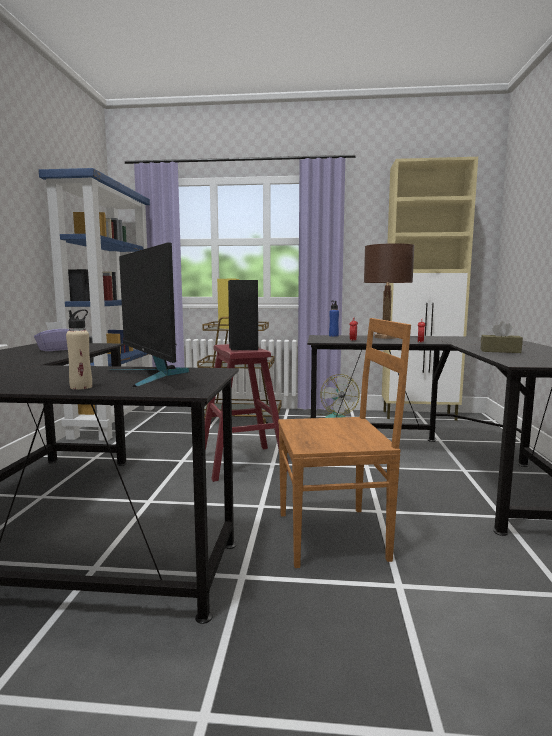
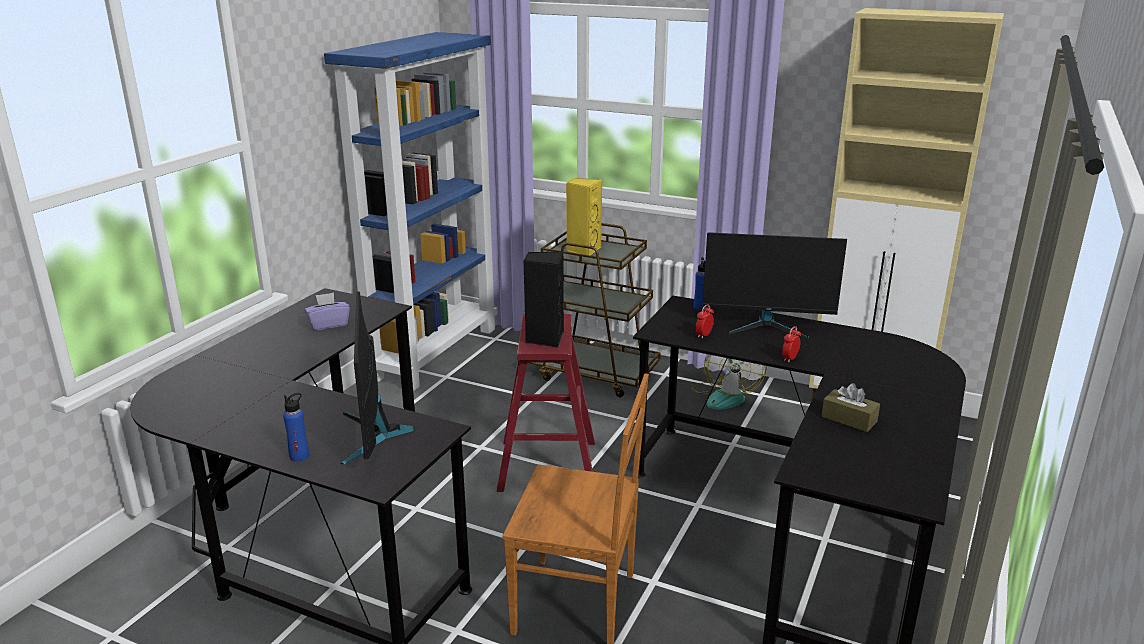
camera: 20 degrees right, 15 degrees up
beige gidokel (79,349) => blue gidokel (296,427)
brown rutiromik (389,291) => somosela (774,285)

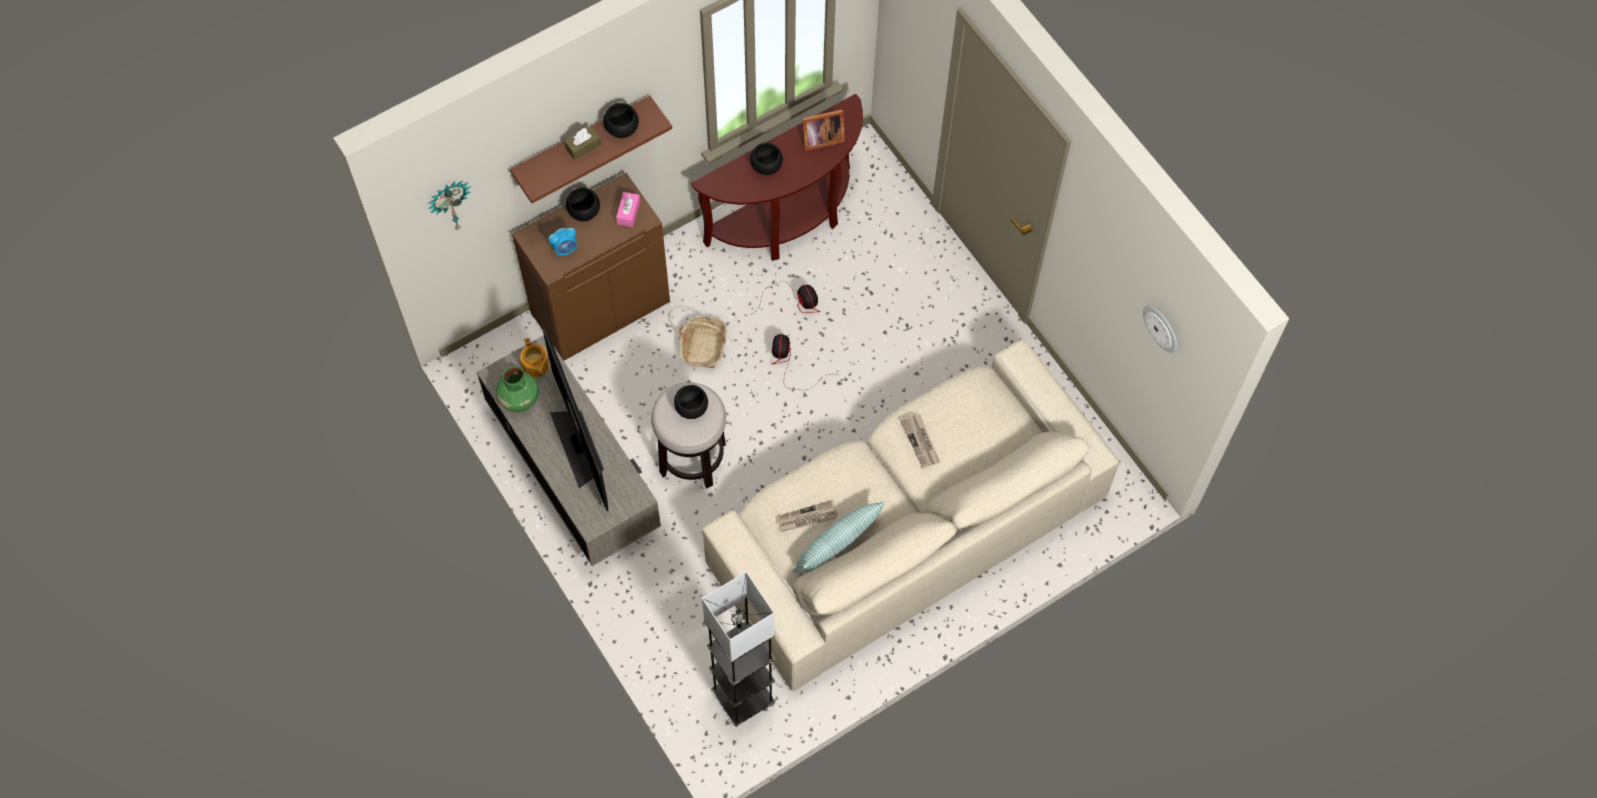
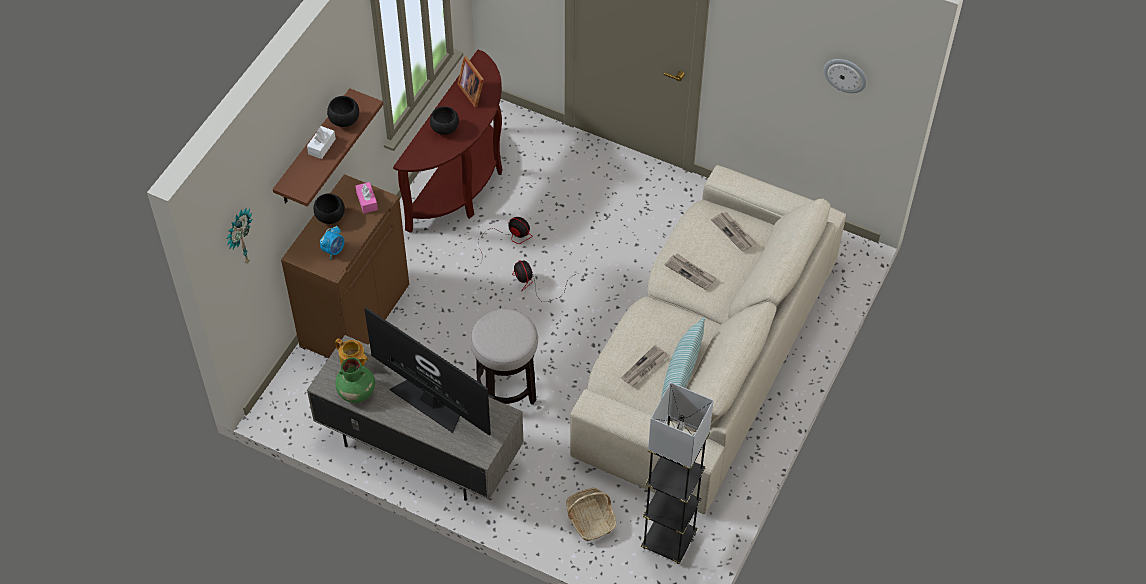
camera: 30 degrees left, 10 degrees down
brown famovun (582,143) => white famovun (321,142)
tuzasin (823,130) => tuzasin (470,81), 105 degrees clockwise
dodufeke (703,342) => dodufeke (591,514), relocated
nothing => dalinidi (733,232)
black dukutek (691,402) => nothing

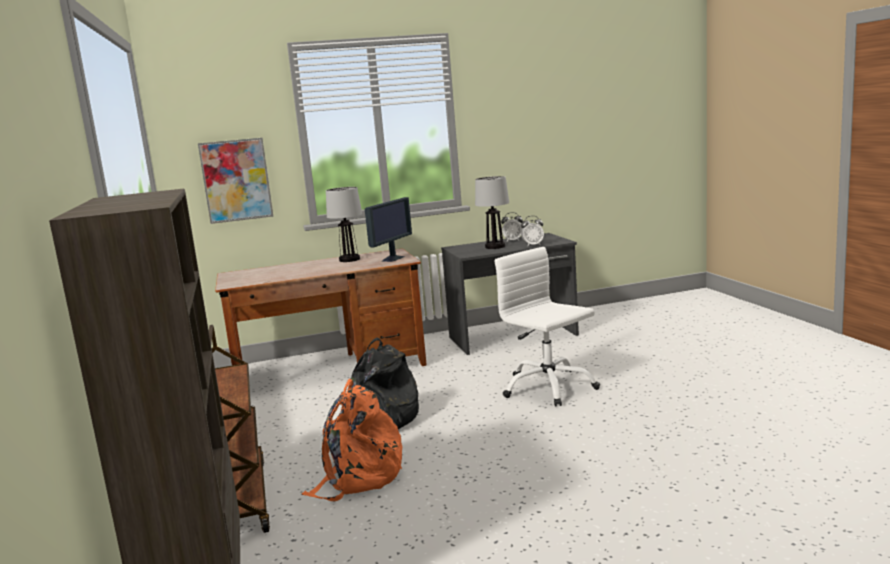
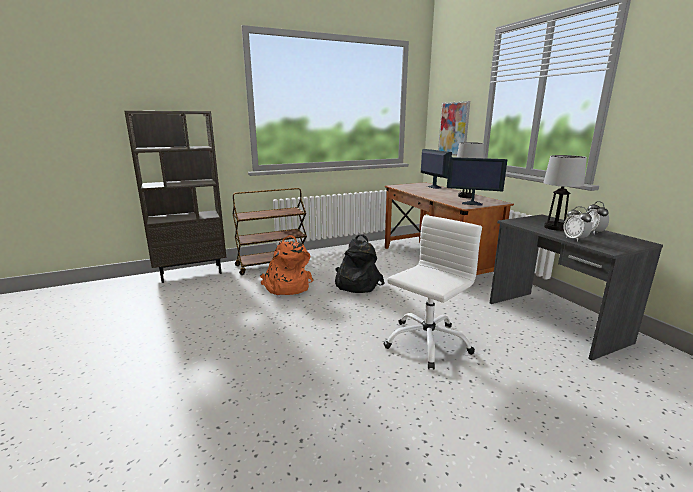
camera: 80 degrees right, 5 degrees up
nothing => somosela (436,169)

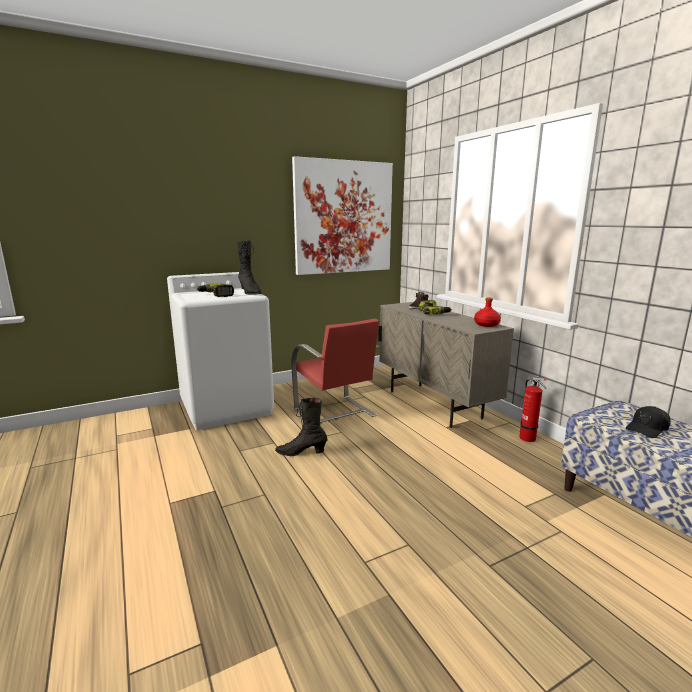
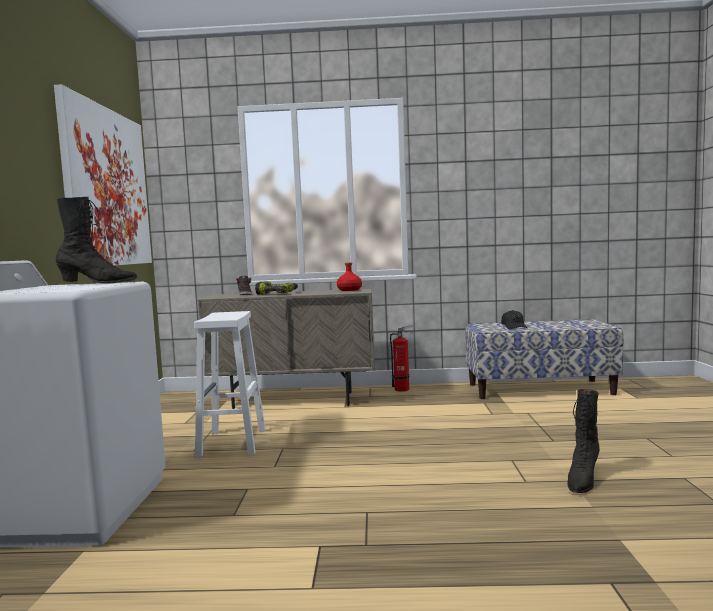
camera: 60 degrees left, 10 degrees down
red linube (335,374) => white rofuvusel (229,384)
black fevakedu (301,427) => black fevakedu (583,441), relocated
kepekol (215,290) => nothing

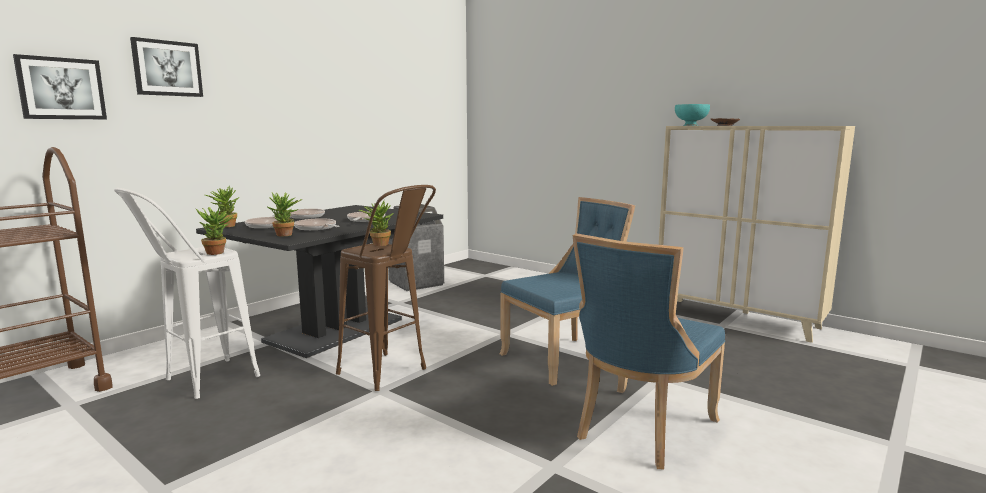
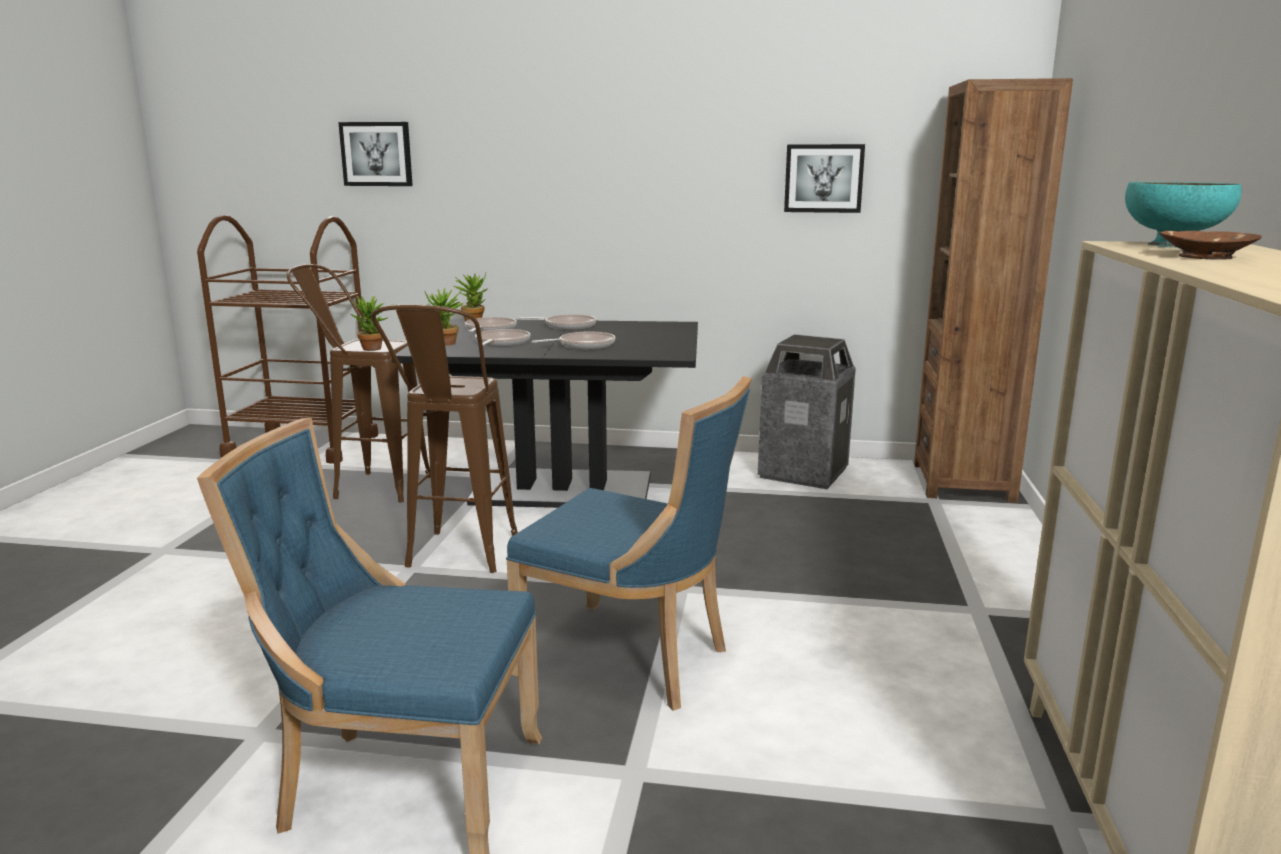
camera: 60 degrees right, 5 degrees up
white rofuvusel (187,293) => brown rofuvusel (359,383)
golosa (166,67) => golosa (824,178), relocated
nothing => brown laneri (993,290)
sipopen (376,223) => nothing

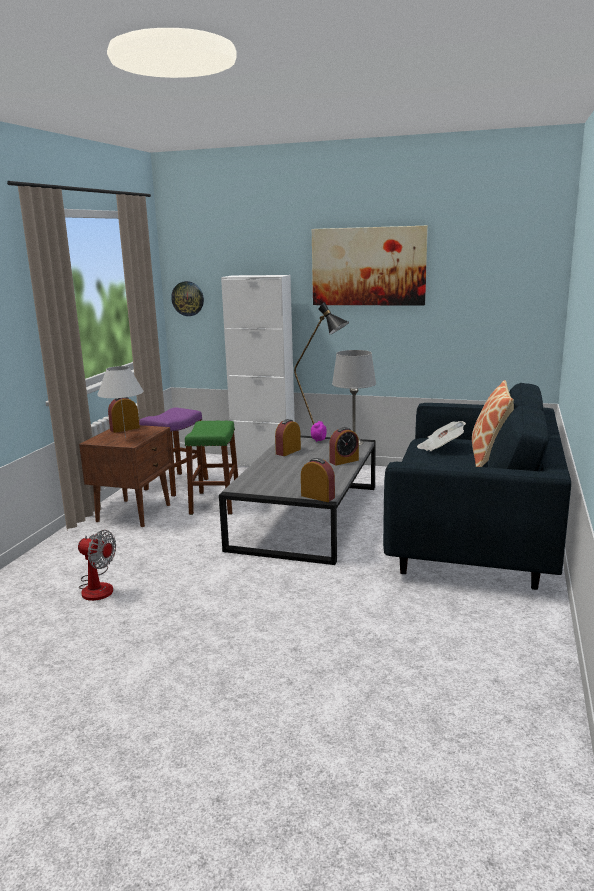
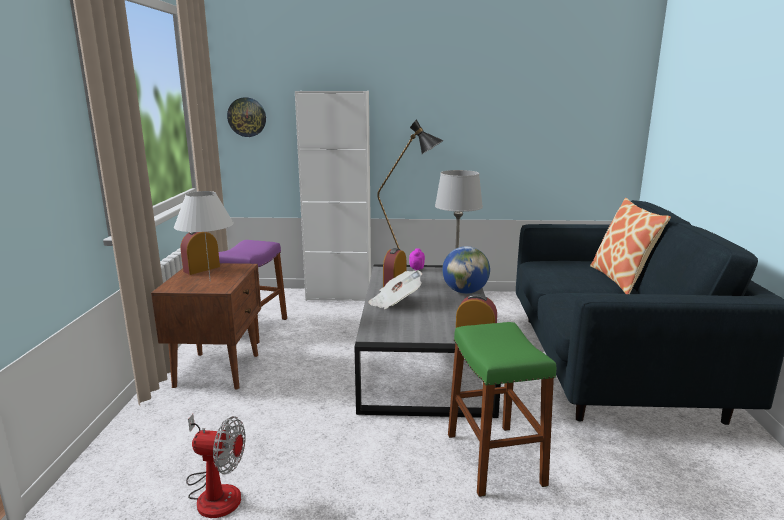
camera: 15 degrees left, 0 degrees up
dalinidi (441,436) => dalinidi (395,289), relocated
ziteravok (344,446) => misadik (466,270)
green rofuvusel (211,468) => green rofuvusel (502,409), relocated
golosa (370,266) => nothing

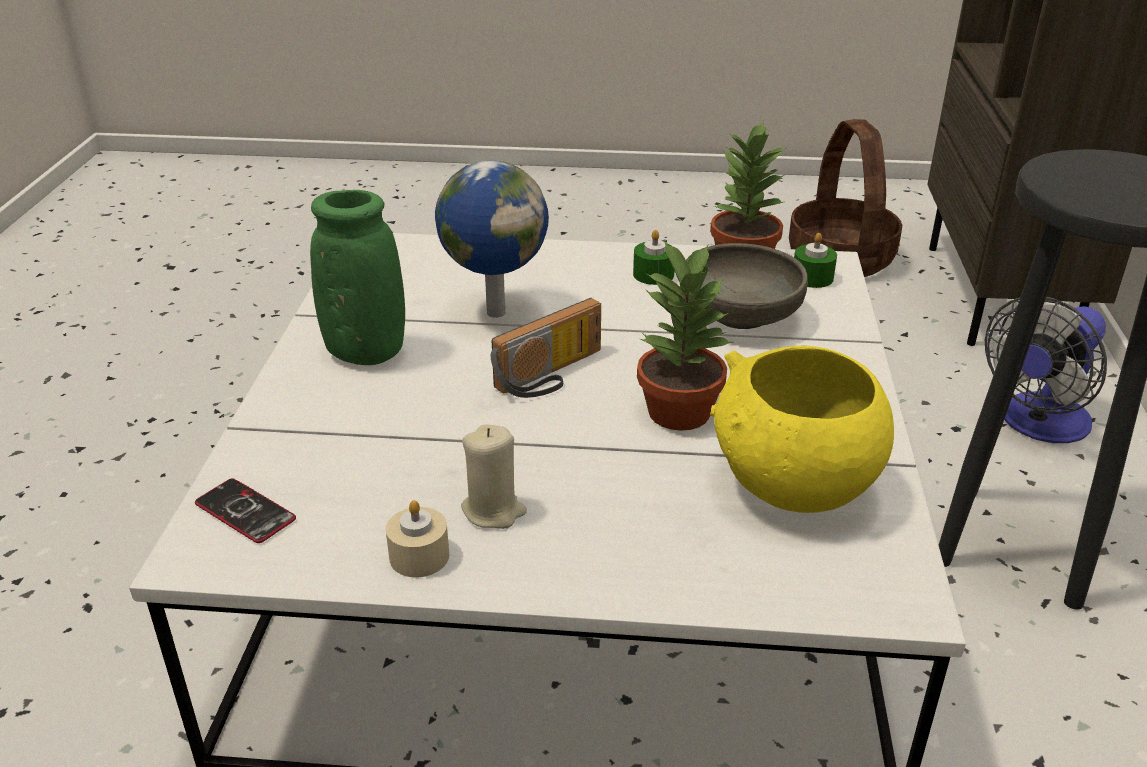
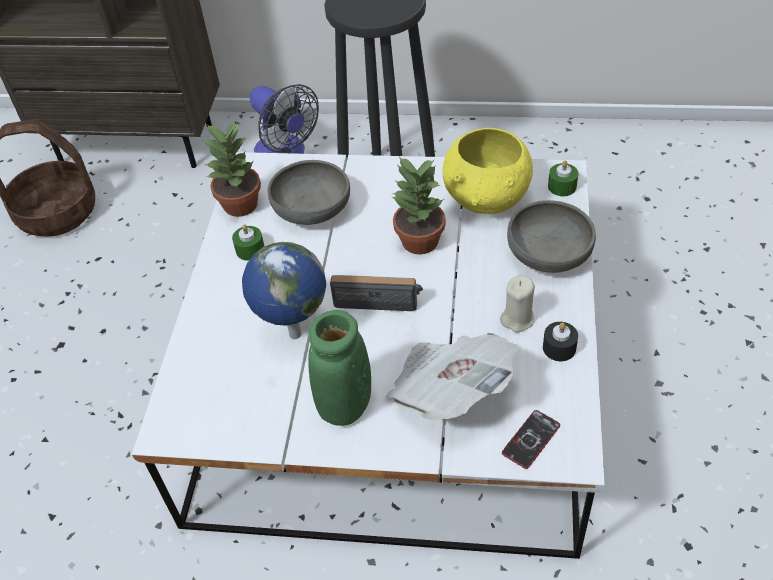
camera: 85 degrees left, 15 degrees up
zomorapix (546,348) => zomorapix (376,293), 45 degrees counterclockwise
nothing => dalinidi (452,376)
nothing => grey dukutek (551,236)
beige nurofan (417,538) => black nurofan (560,341)
green nurofan (815,260) => green nurofan (563,178), relocated

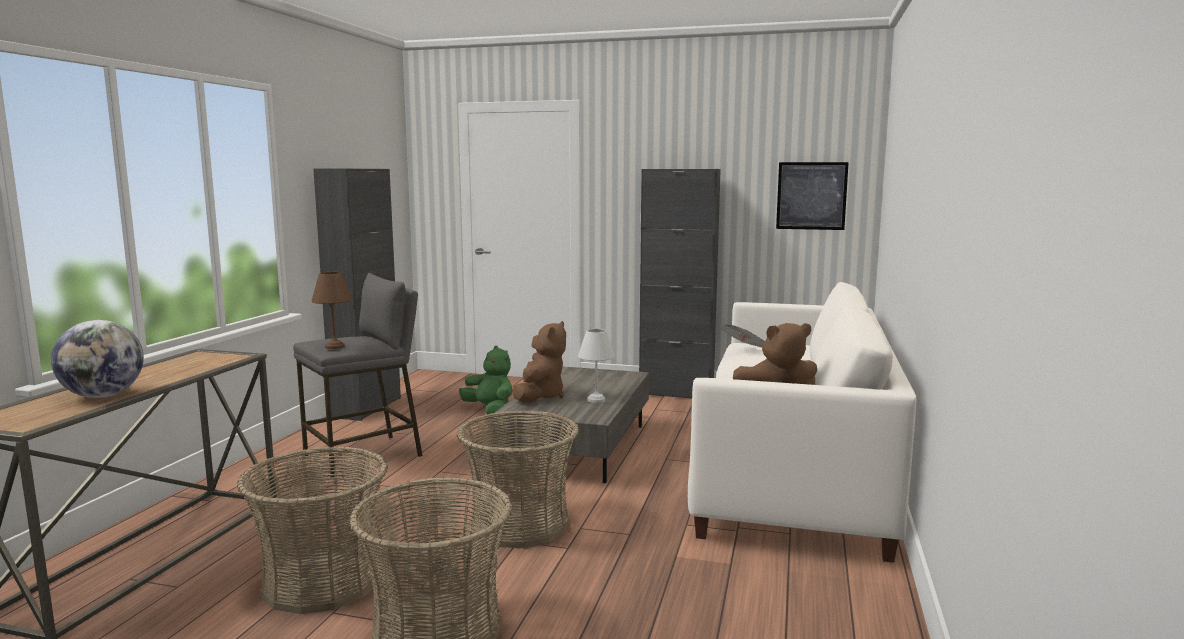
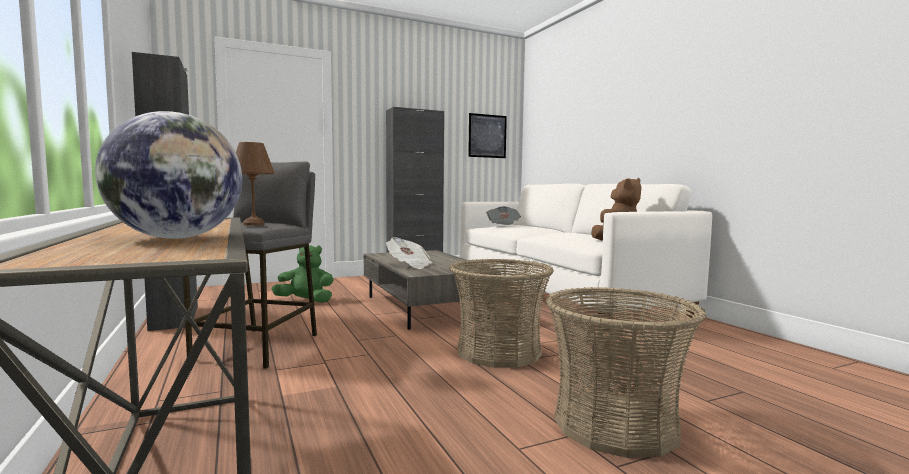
camera: 40 degrees left, 5 degrees down
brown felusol (539,362) => dalinidi (409,253)
dodufeke (312,530) => nothing
white rutiromik (596,366) => nothing

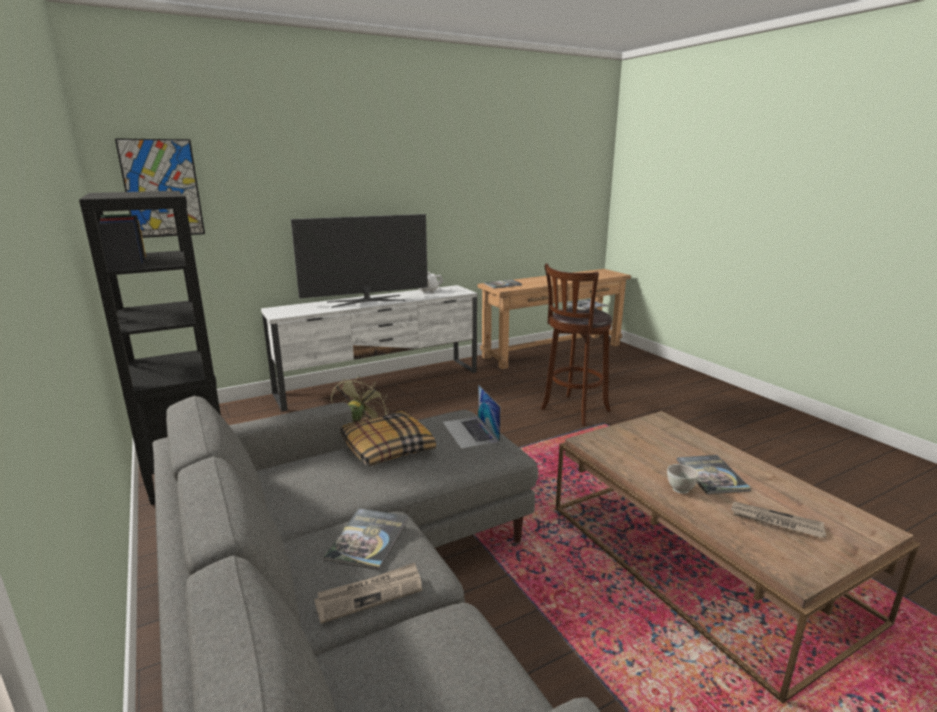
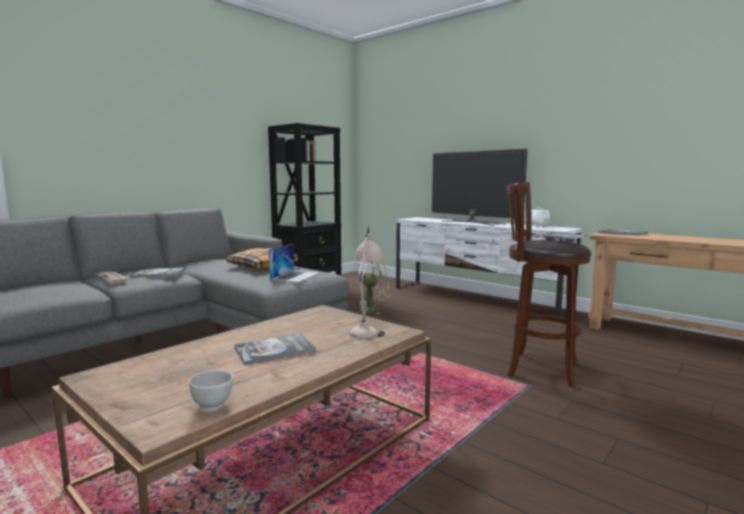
camera: 70 degrees right, 10 degrees down
white dukutek (683,479) => white dukutek (211,390), relocated
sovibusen (472,416) => sovibusen (294,263), 150 degrees clockwise
nothing => beige rutiromik (367,283)
golosa (160,188) => nothing
dalinidi (778,520) => nothing

